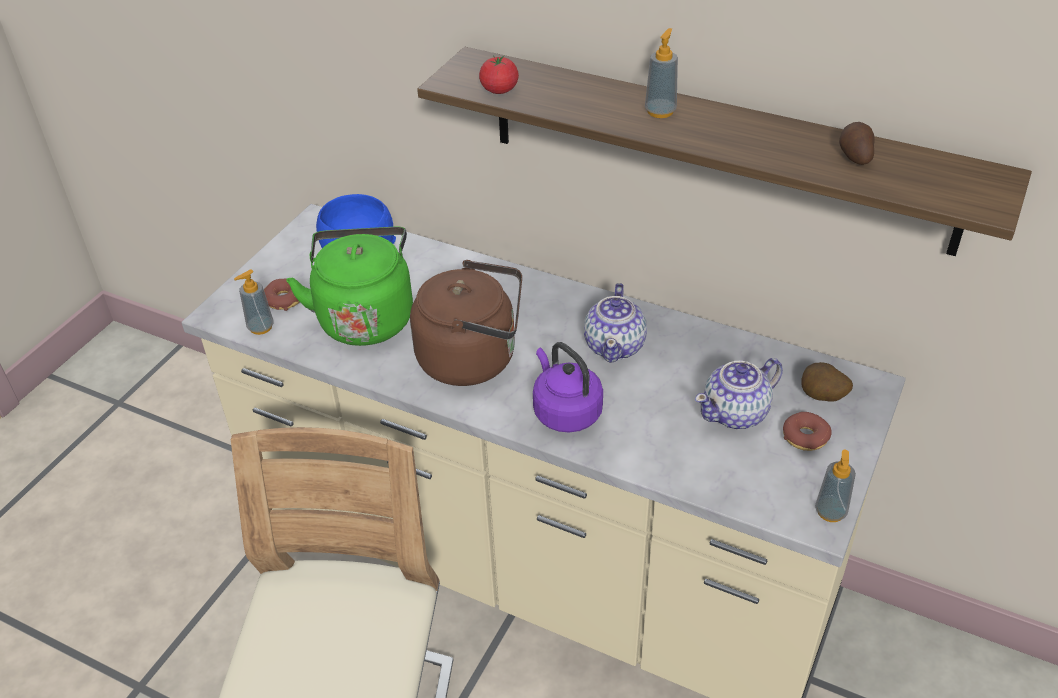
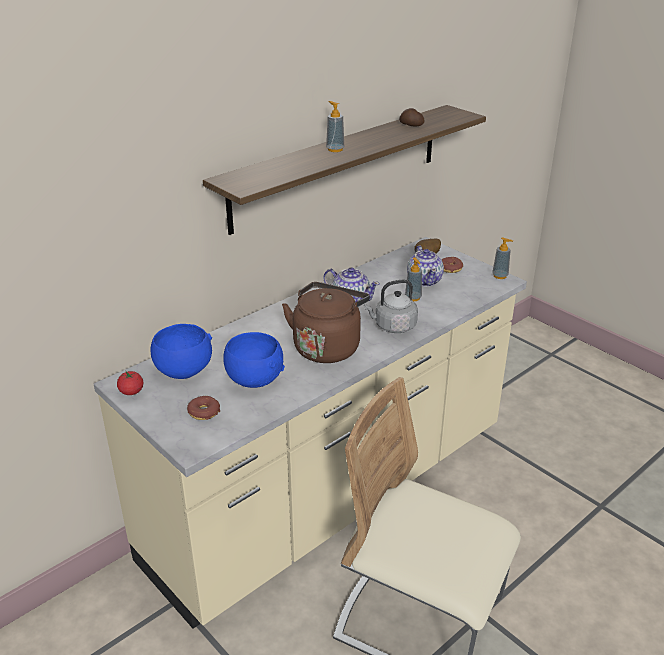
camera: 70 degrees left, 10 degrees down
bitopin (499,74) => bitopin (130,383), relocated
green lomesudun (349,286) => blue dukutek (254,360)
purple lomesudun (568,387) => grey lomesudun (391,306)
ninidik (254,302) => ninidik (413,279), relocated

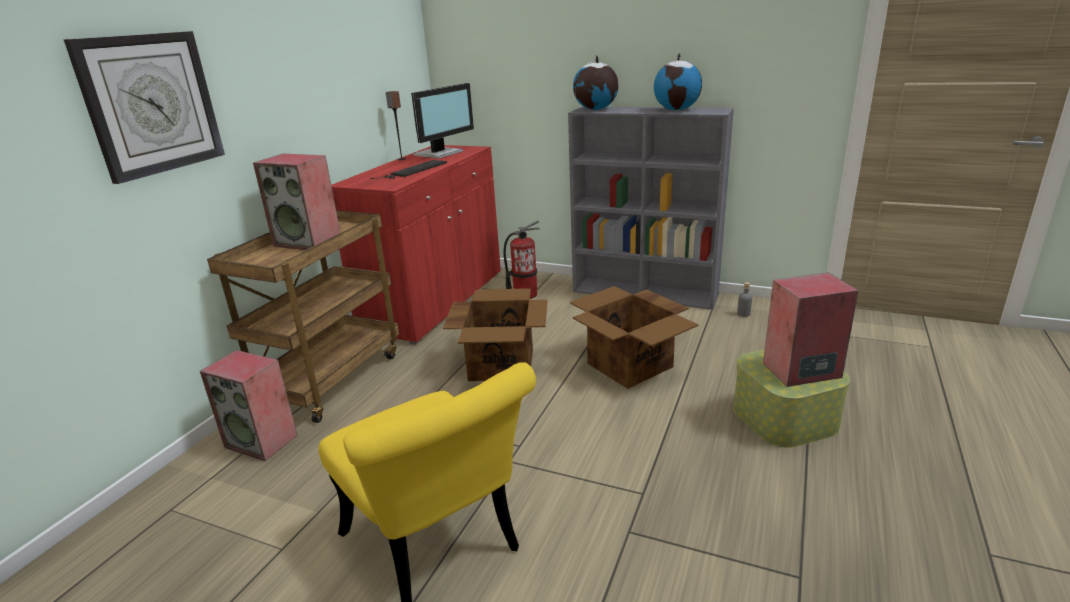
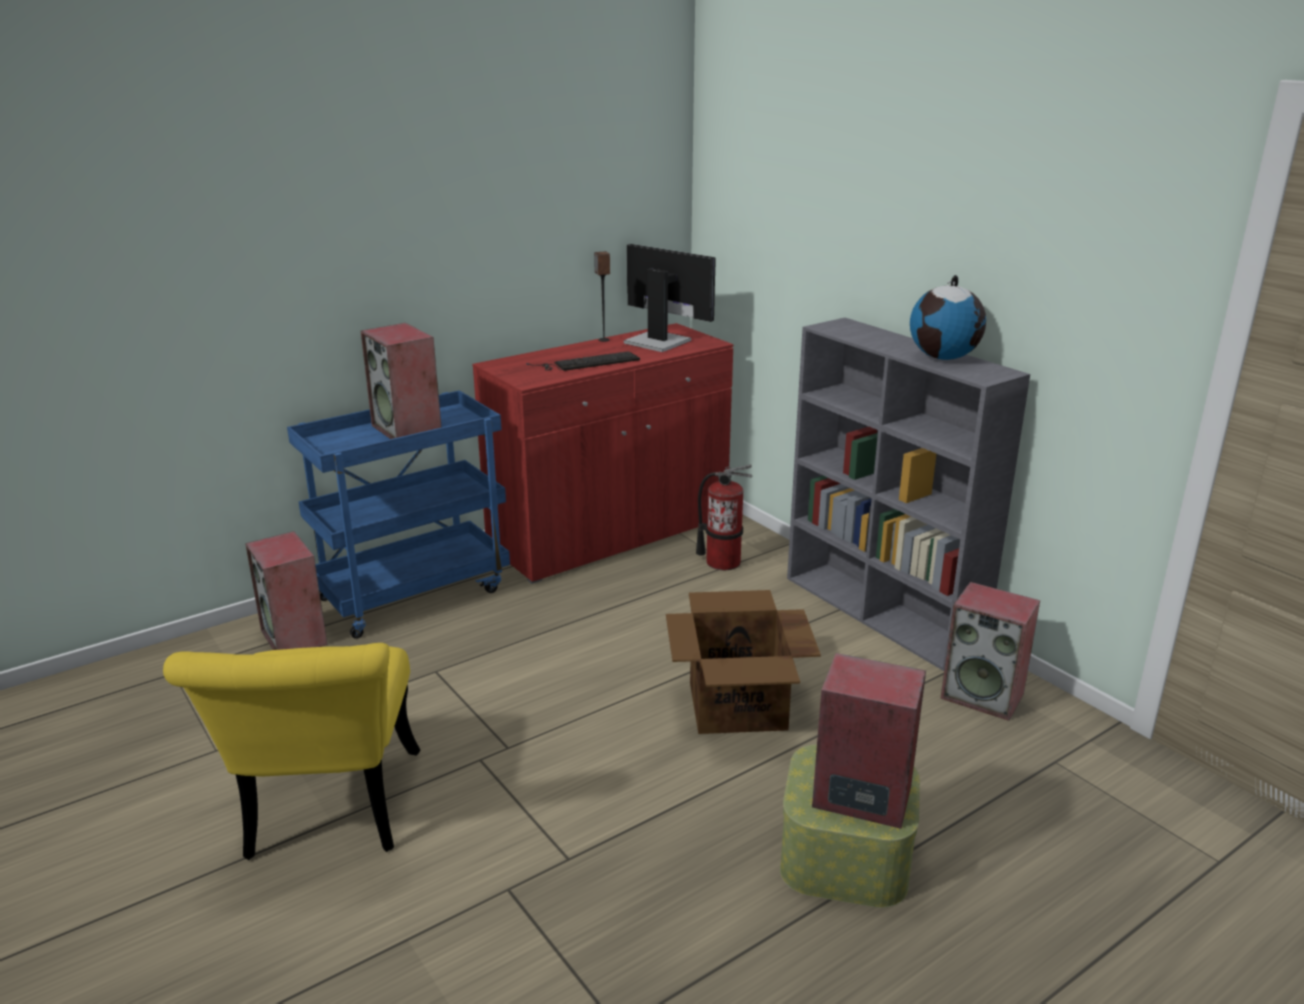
camera: 30 degrees right, 0 degrees up
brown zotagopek (303,316) => blue zotagopek (398,514)
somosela (442,121) => somosela (670,298), 120 degrees counterclockwise
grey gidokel (744,299) => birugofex (990,651)
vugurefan (144,107) => nothing
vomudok (495,334) => nothing
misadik (596,83) => nothing

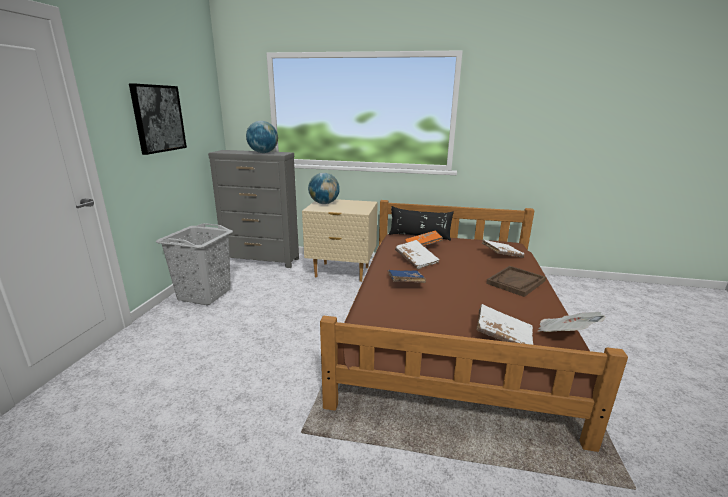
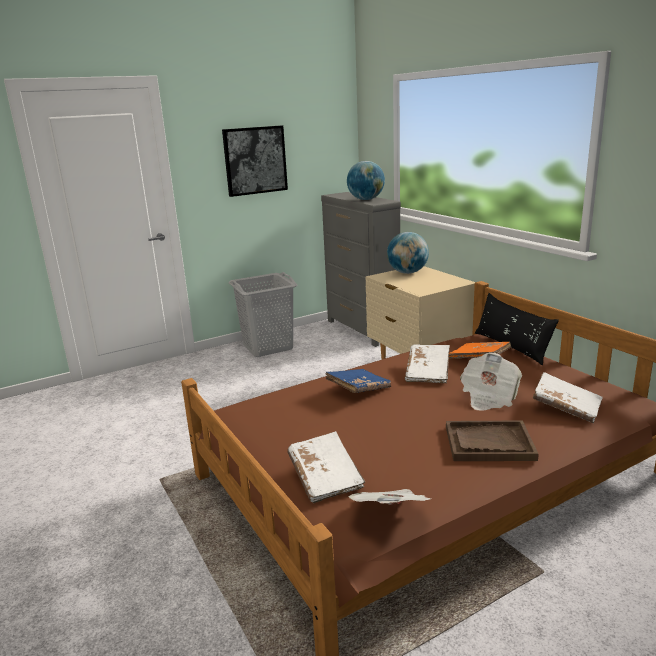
camera: 50 degrees right, 0 degrees up
nothing => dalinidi (491,382)

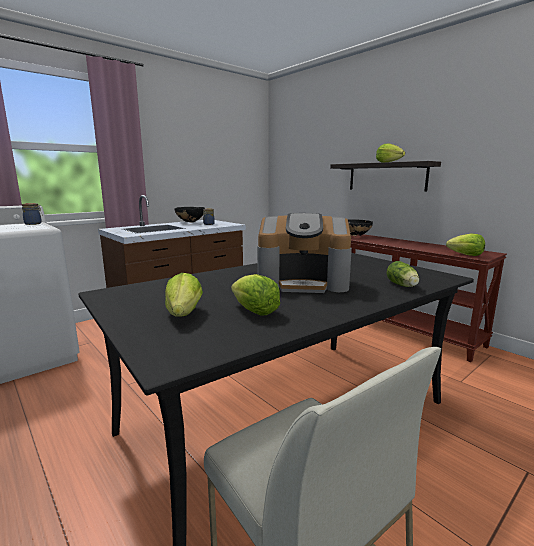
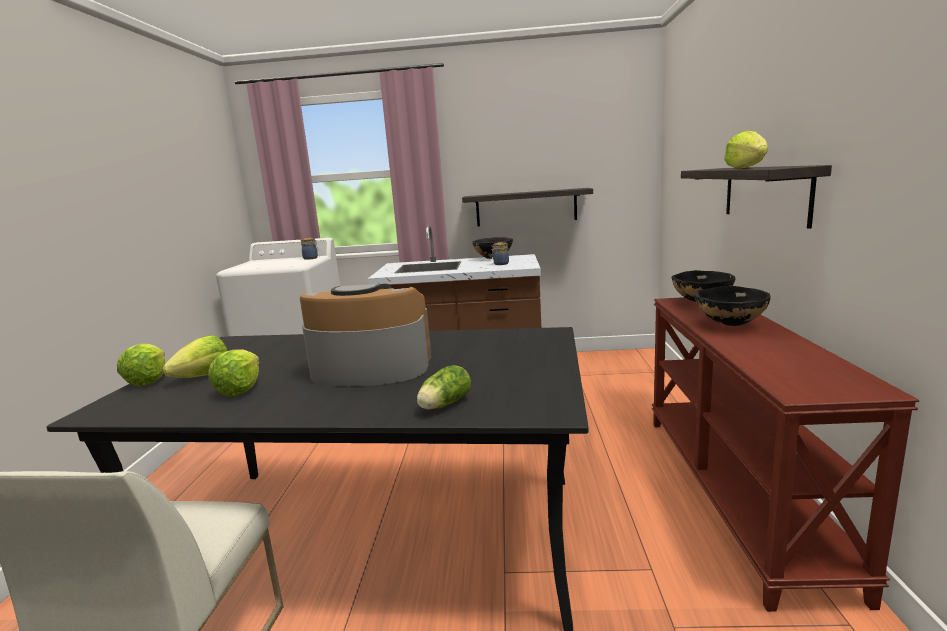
camera: 45 degrees right, 0 degrees up
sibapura (465,245) => sibapura (141,365), relocated
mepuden (304,253) => mepuden (366,335), 135 degrees clockwise
nothing => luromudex (527,207)
nothing => black dukutek (733,306)

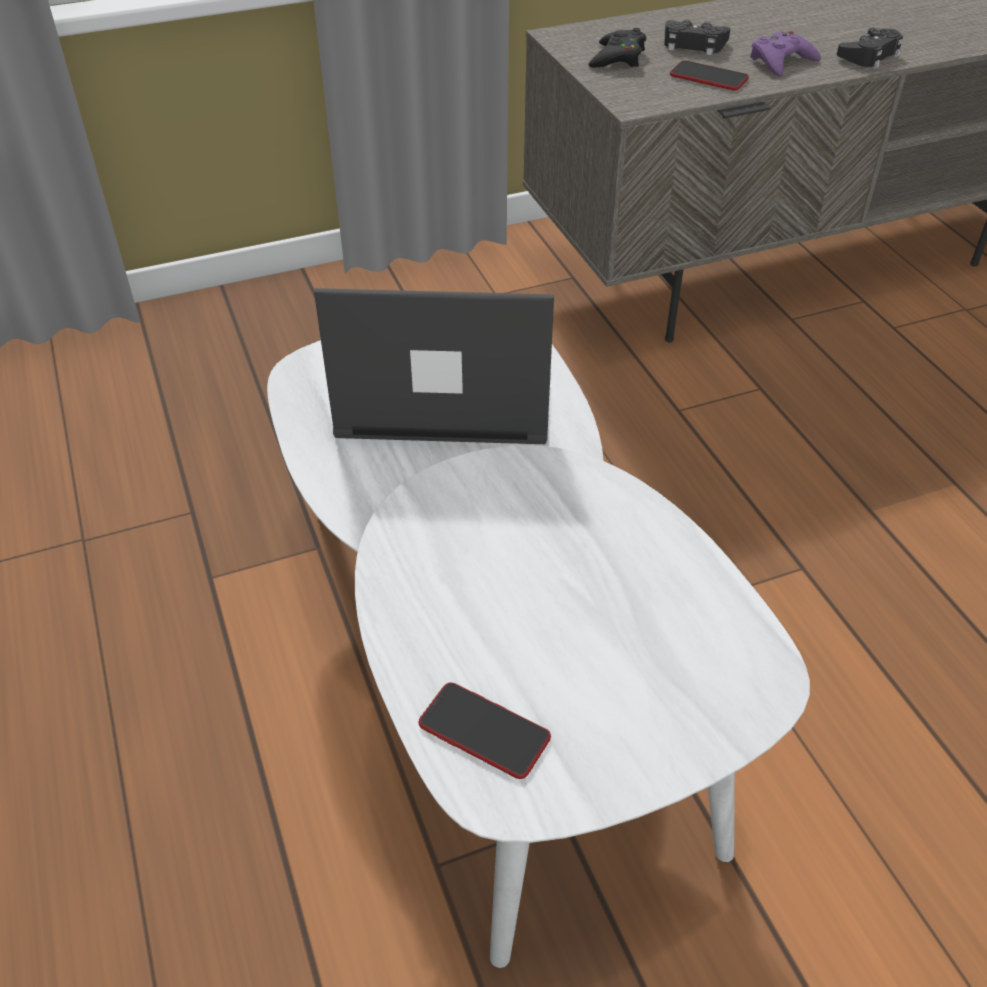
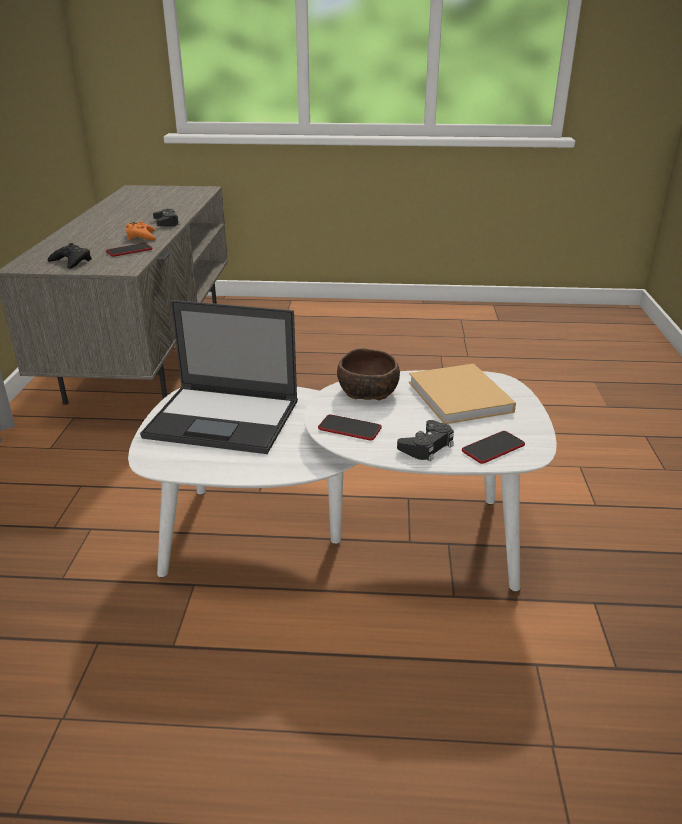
camera: 65 degrees left, 15 degrees down
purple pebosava (785,54) => orange pebosava (140,230)
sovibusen (434,366) => sovibusen (219,377), 105 degrees counterclockwise
nothing => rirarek (350,427)
nothing => brown dukutek (368,374)
black pebosava (697,37) => black pebosava (425,440), relocated
nothing => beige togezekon (462,394)

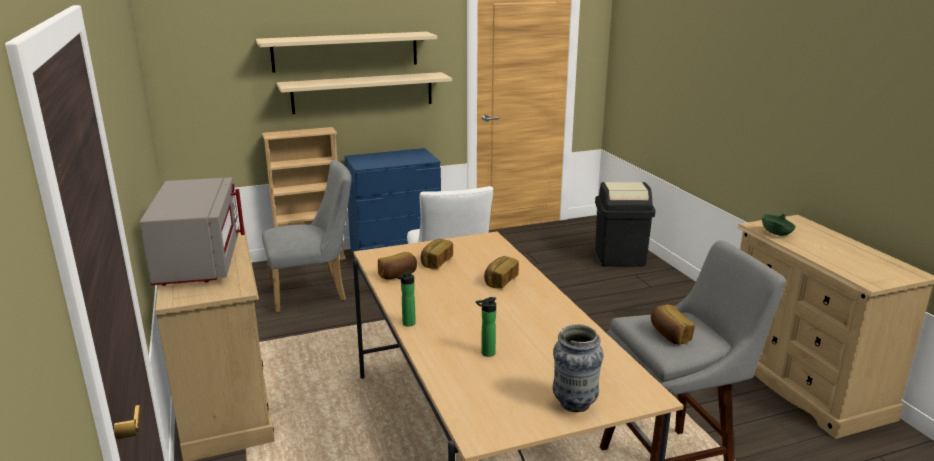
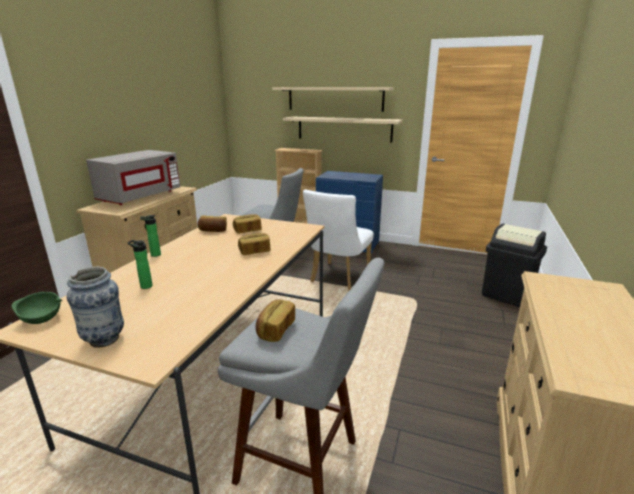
camera: 40 degrees right, 0 degrees up
green dukutek (779,224) => green dukutek (37,308), relocated

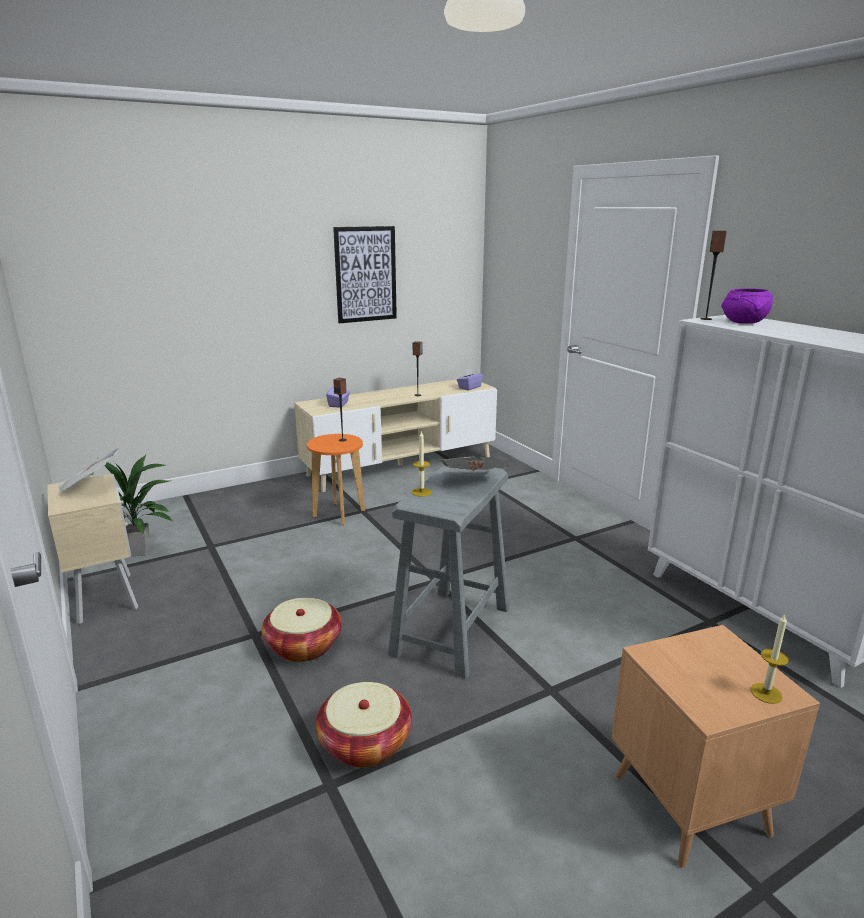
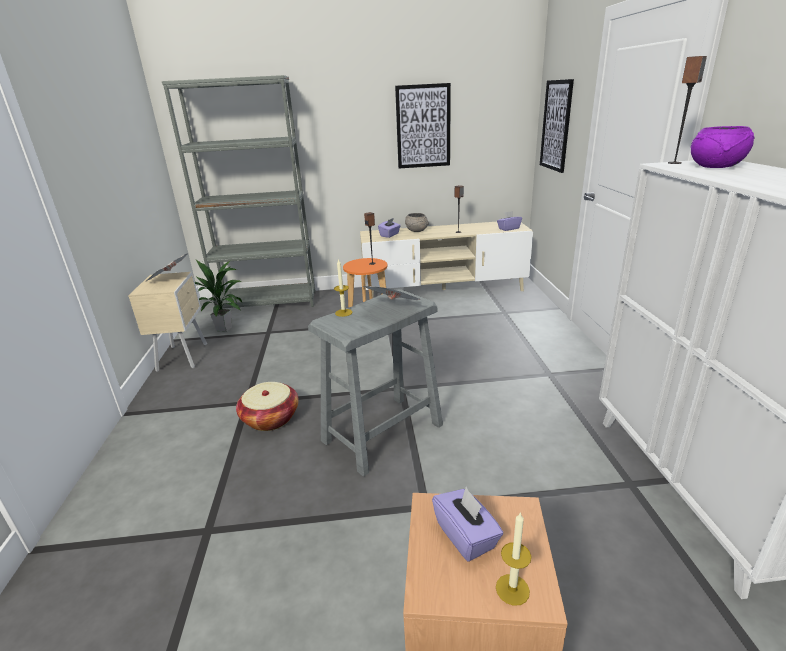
camera: 25 degrees right, 5 degrees up
nothing => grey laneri (239,192)
nothing => grey dukutek (417,222)
nothing => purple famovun (468,524)
nothing => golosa (557,126)
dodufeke (363,725) => nothing

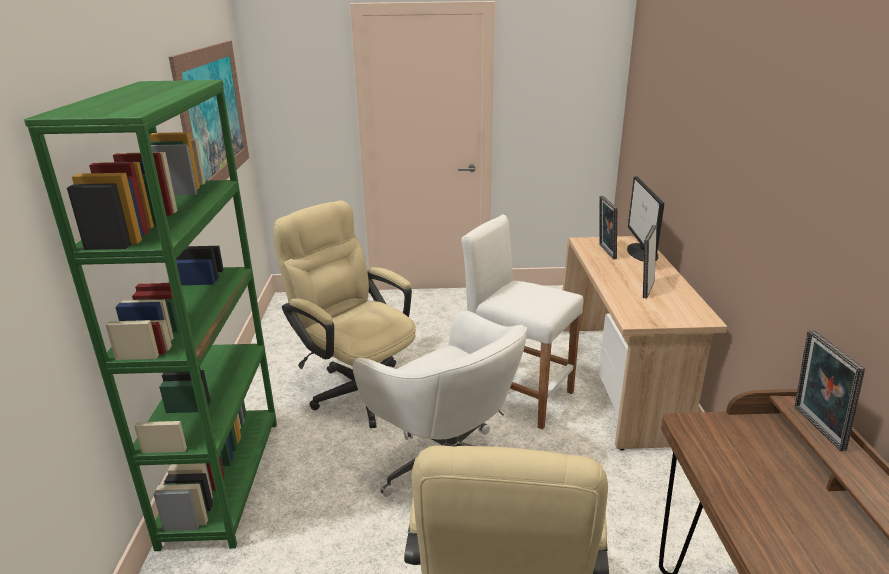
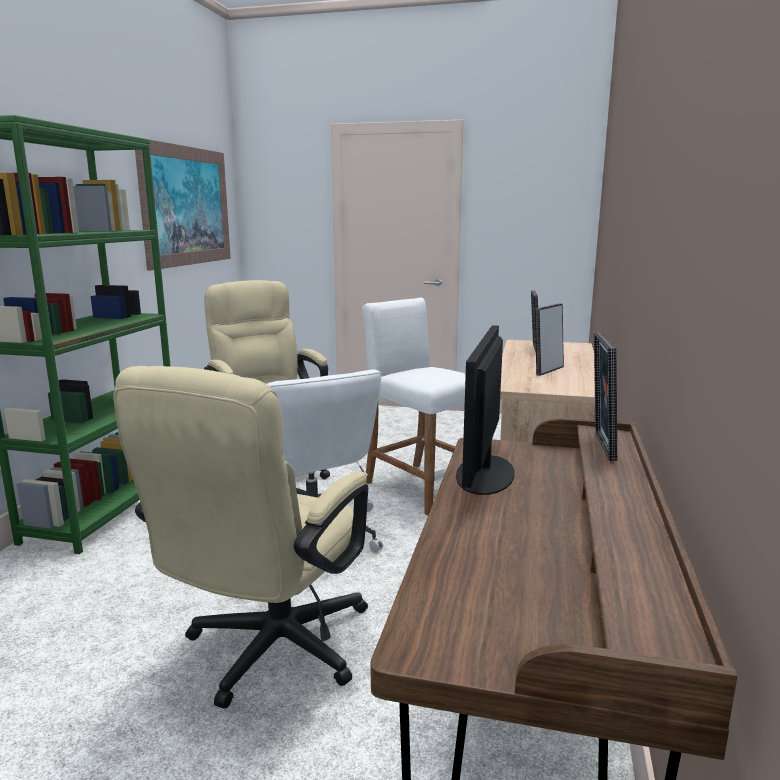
camera: 15 degrees right, 10 degrees down
somosela (645,219) => somosela (485,410), relocated

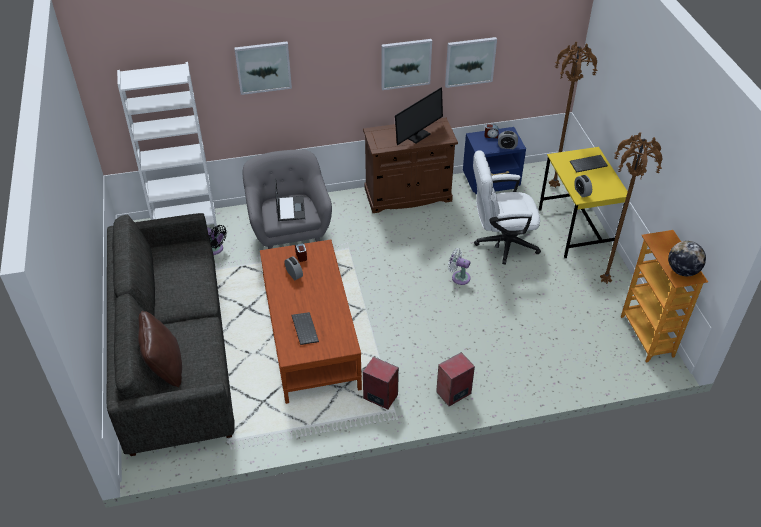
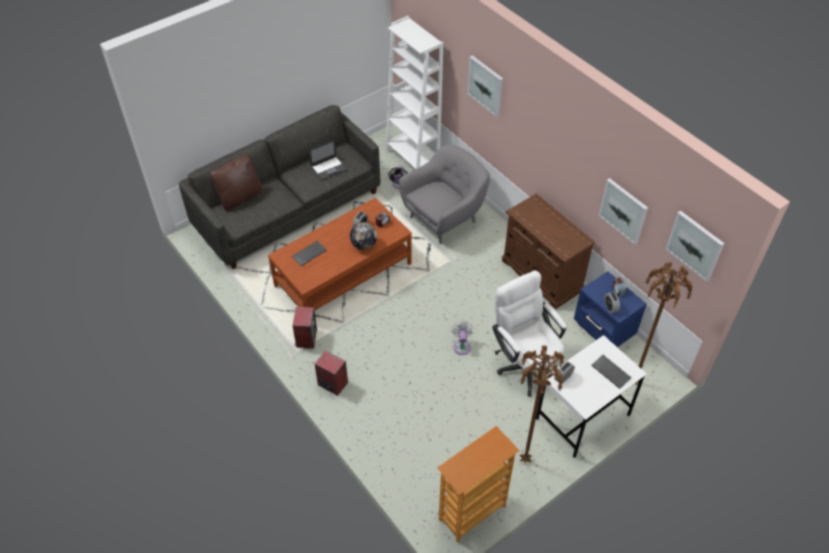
camera: 65 degrees right, 5 degrees up
sovibusen (290,199) => sovibusen (328,160), relocated
misadik (687,258) => misadik (363,236), relocated
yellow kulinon (583,202) => white kulinon (591,396)
golosa (407,64) => golosa (695,246), relocated
somosela (419,116) => nothing

